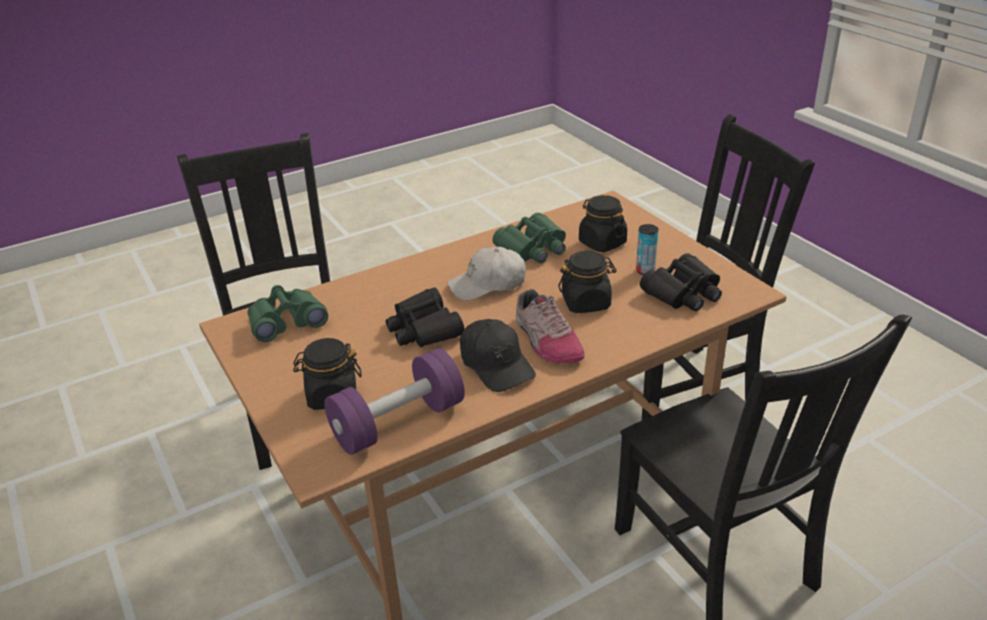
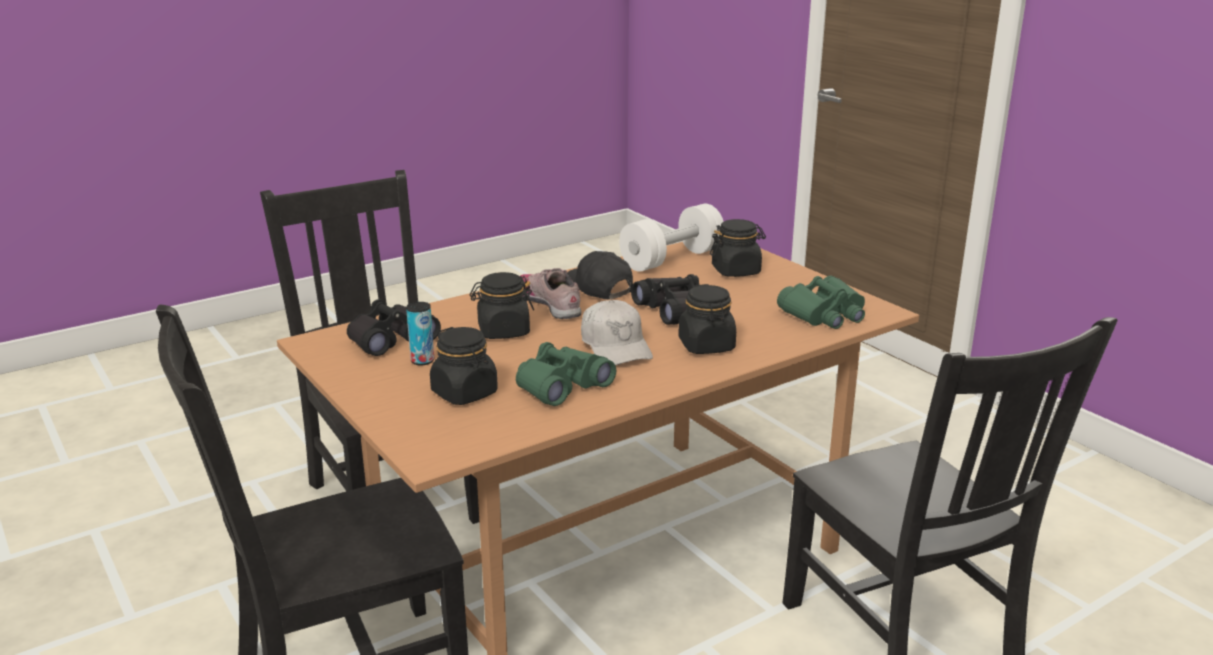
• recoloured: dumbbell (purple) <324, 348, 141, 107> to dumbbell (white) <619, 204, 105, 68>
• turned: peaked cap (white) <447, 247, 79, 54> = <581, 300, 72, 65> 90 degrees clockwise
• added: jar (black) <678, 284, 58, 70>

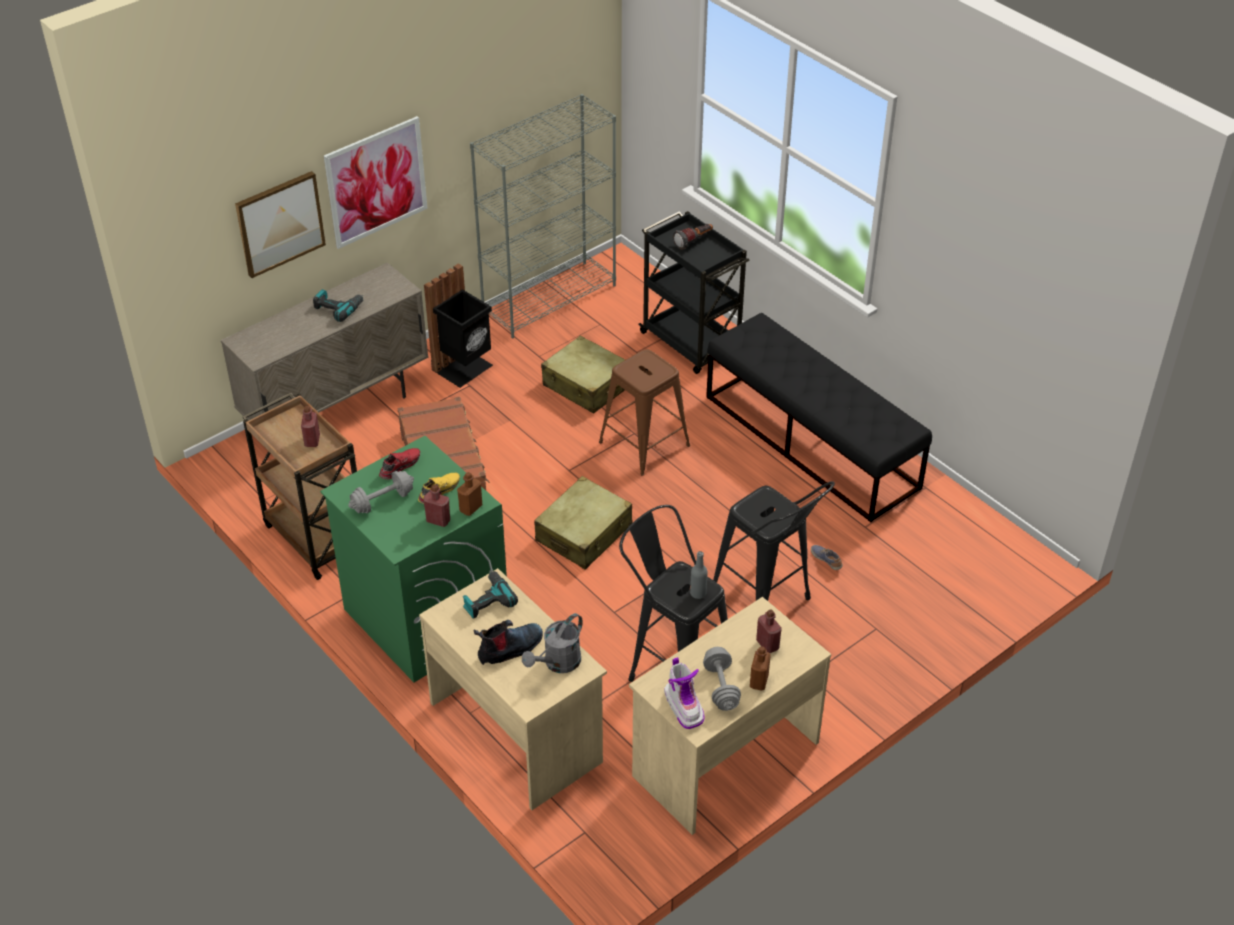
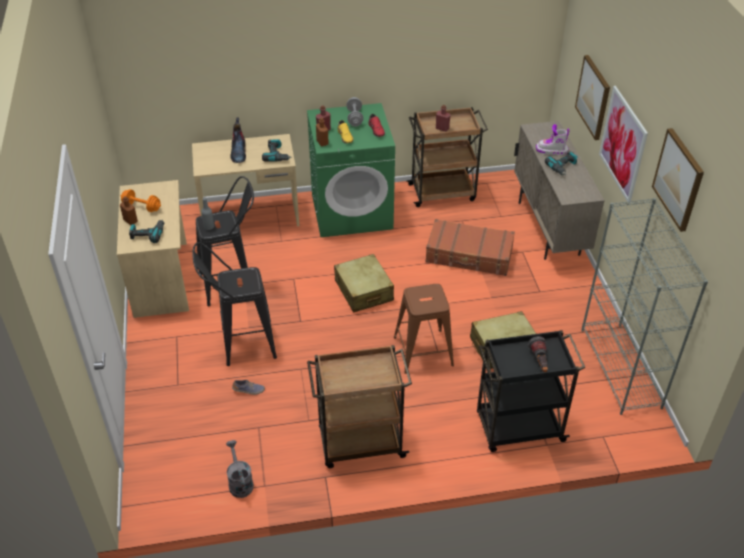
• removed: waste bin (black) <424, 264, 69, 124>
• moved: watering can (greyish) <522, 613, 61, 60> to <226, 440, 28, 58>
• moved: boot <664, 657, 40, 72> to <536, 124, 33, 31>
• recoloured: dumbbell (greyish) <703, 647, 38, 64> to dumbbell (orange-coloured) <121, 189, 40, 23>
• replaced: long seat (black) <706, 313, 226, 209> to trolley (brownish) <307, 345, 105, 123>
• replaced: beverage bottle (red) <756, 609, 26, 44> to electric drill <129, 220, 35, 23>
• added: picture <652, 128, 52, 104>

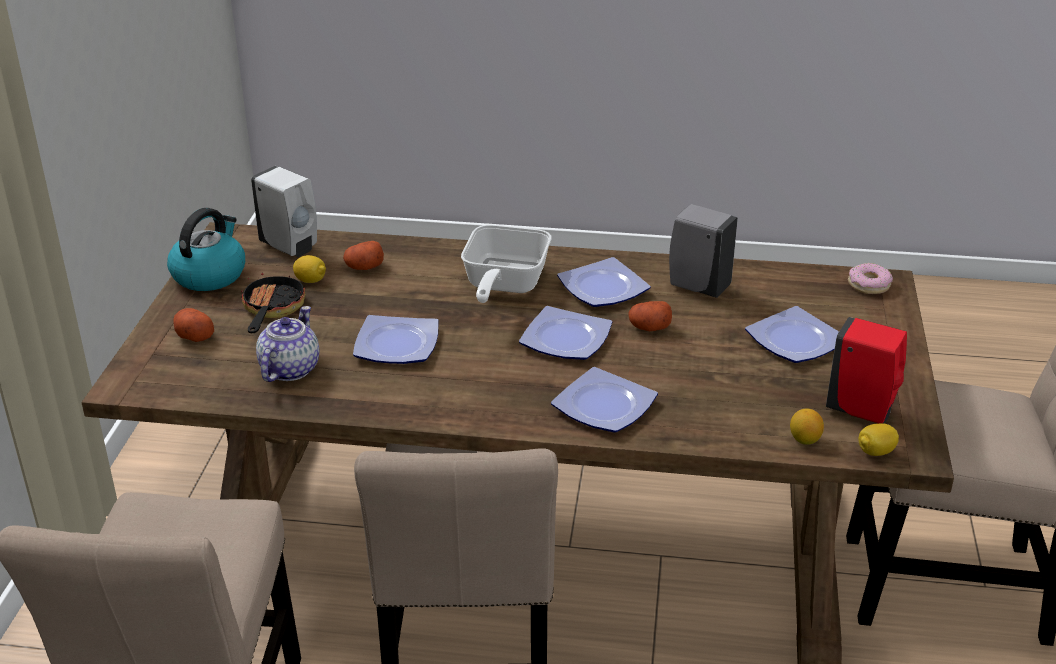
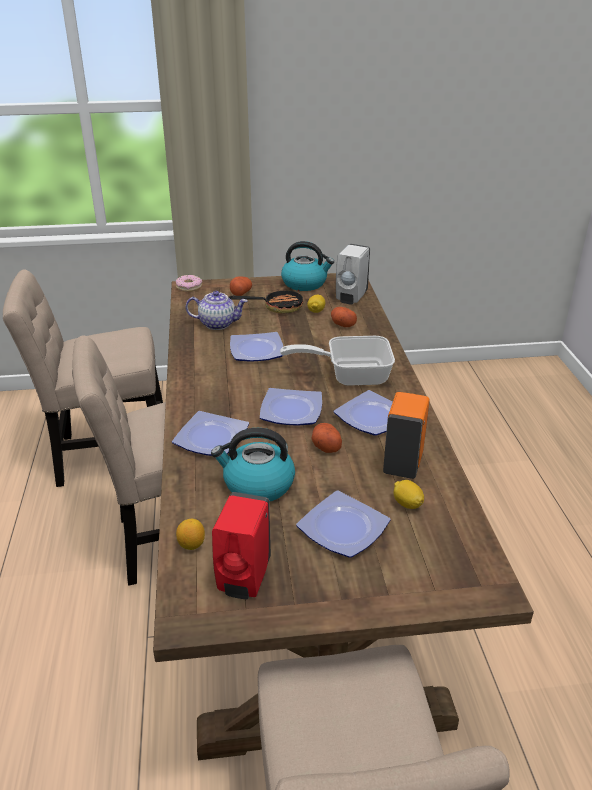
• recoloured: soap bottle (greyish) <669, 204, 69, 94> to soap bottle (orange-coloured) <383, 392, 47, 87>
• moved: donut <848, 263, 45, 31> to <176, 275, 26, 17>
• moved: lemon <859, 423, 40, 33> to <393, 480, 31, 29>
• added: kettle <211, 428, 84, 74>

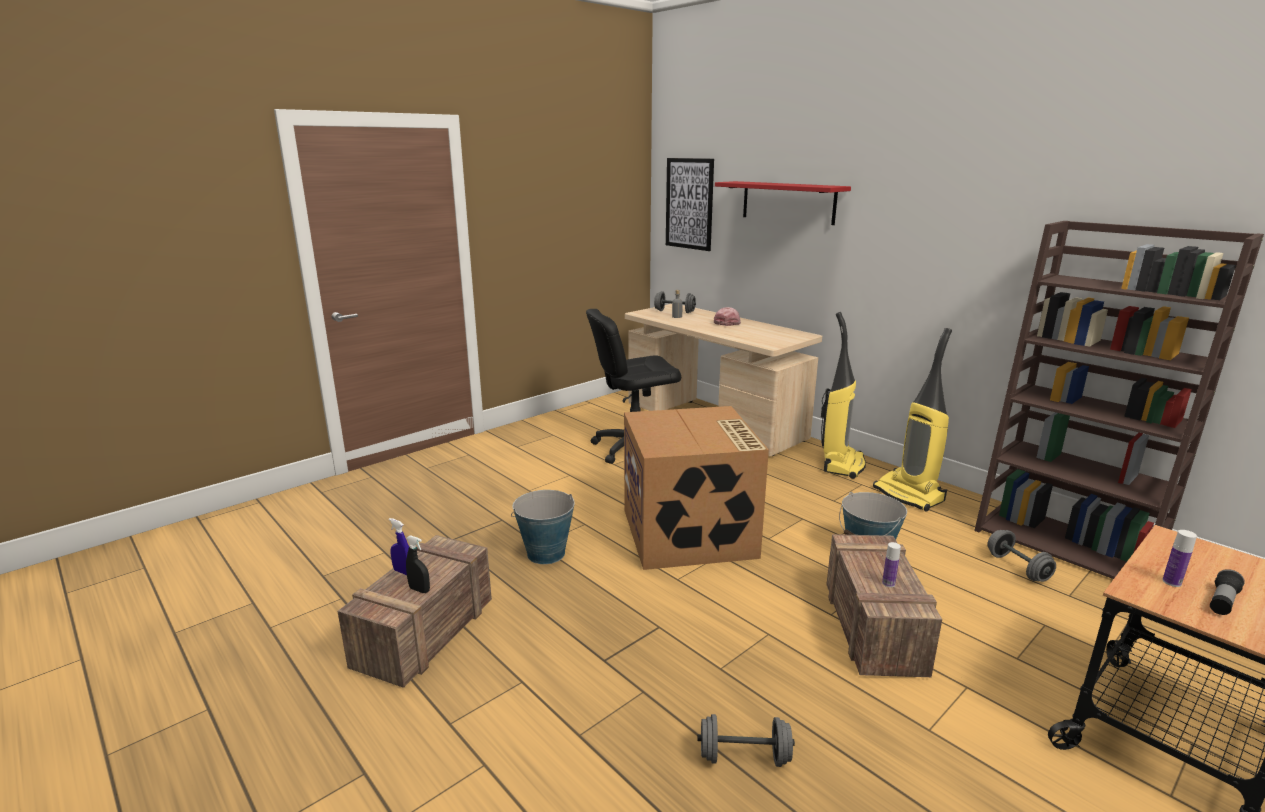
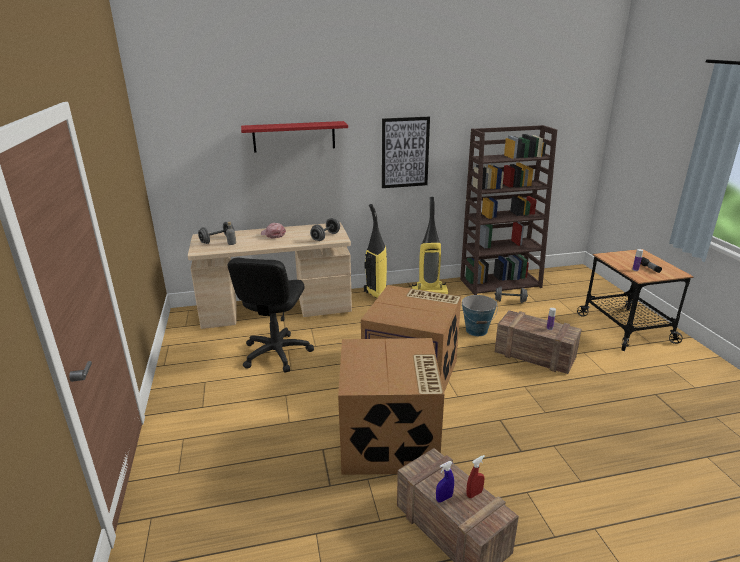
• recoloured: hand sprayer (black) <406, 535, 24, 58> to hand sprayer (red) <467, 455, 18, 43>
• replaced: bucket <511, 490, 64, 74> to carton <338, 338, 106, 137>
• moved: picture <666, 158, 48, 93> to <382, 117, 48, 71>
• moved: dumbbell (greyish) <697, 714, 98, 53> to <310, 218, 30, 23>

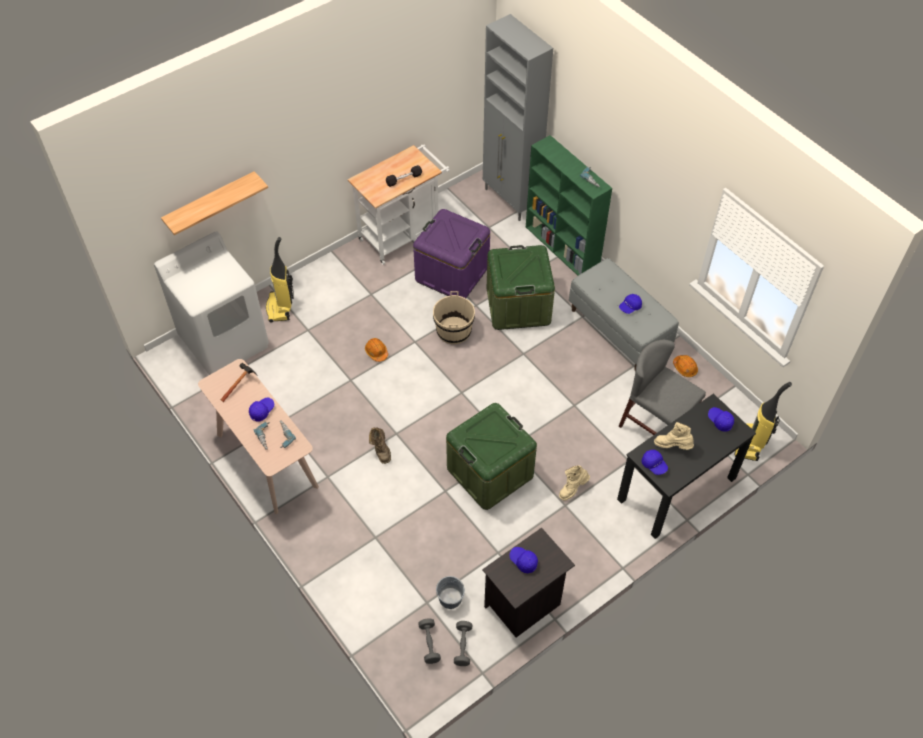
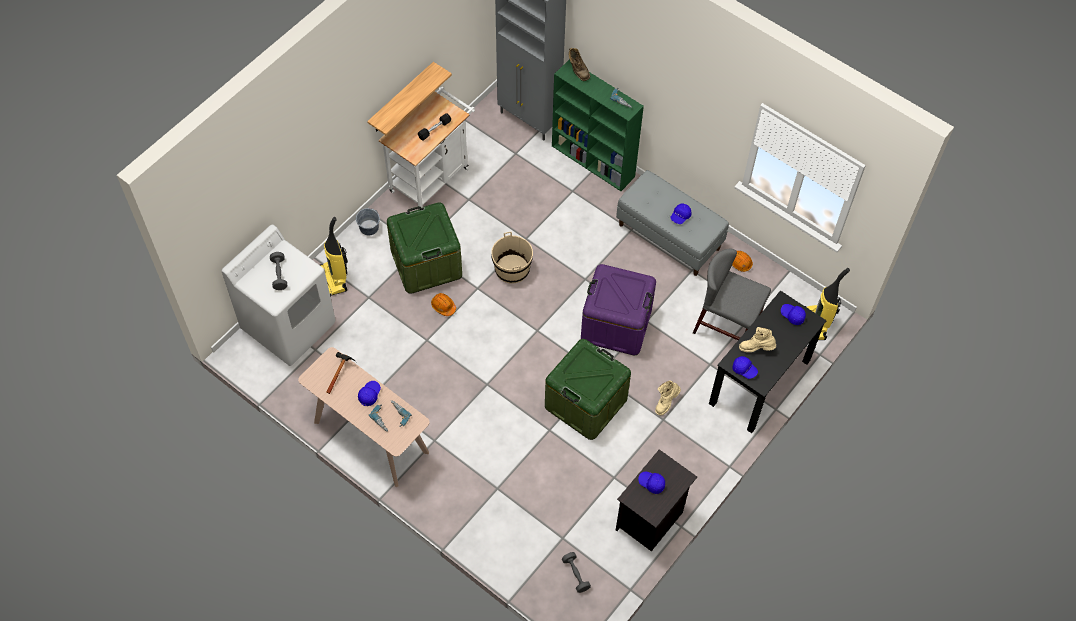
• moved: wall shelf <161, 171, 107, 64> to <367, 62, 85, 73>
• moved: boot (brownish) <369, 427, 22, 37> to <569, 47, 21, 34>
• moved: storage box (purple) <413, 209, 77, 89> to <581, 264, 75, 92>
• moved: bucket (greyish) <436, 576, 29, 33> to <356, 208, 24, 28>
• moved: dumbbell (greyish) <454, 621, 18, 45> to <270, 252, 17, 38>
• moved: storage box (green) <487, 245, 68, 85> to <387, 202, 75, 92>

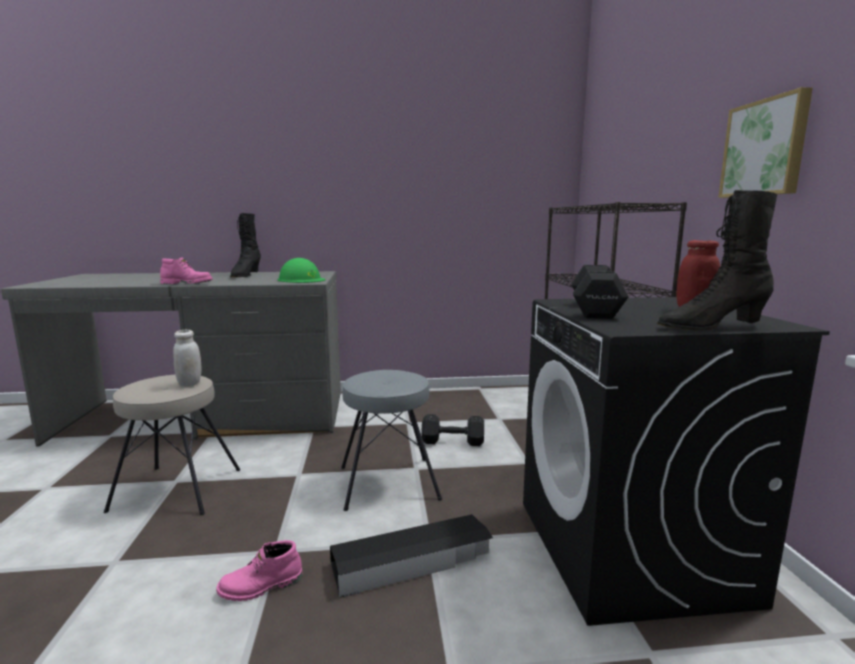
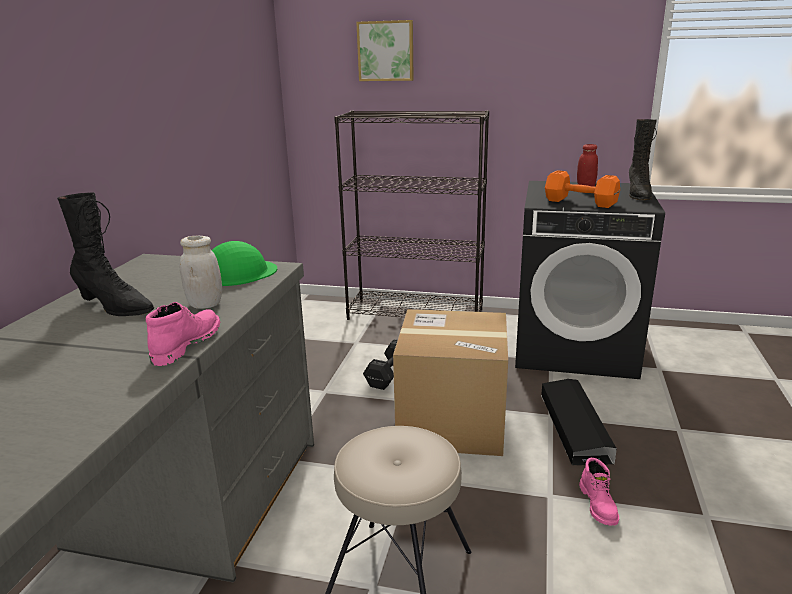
• moved: jar (white) <173, 330, 29, 56> to <180, 236, 42, 73>
• replaced: sitting stool (greyish) <341, 370, 101, 141> to carton <393, 309, 115, 147>
• recoloured: dumbbell (black) <571, 265, 58, 54> to dumbbell (orange-coloured) <545, 170, 75, 38>
• moved: picture <718, 87, 95, 111> to <356, 20, 58, 61>

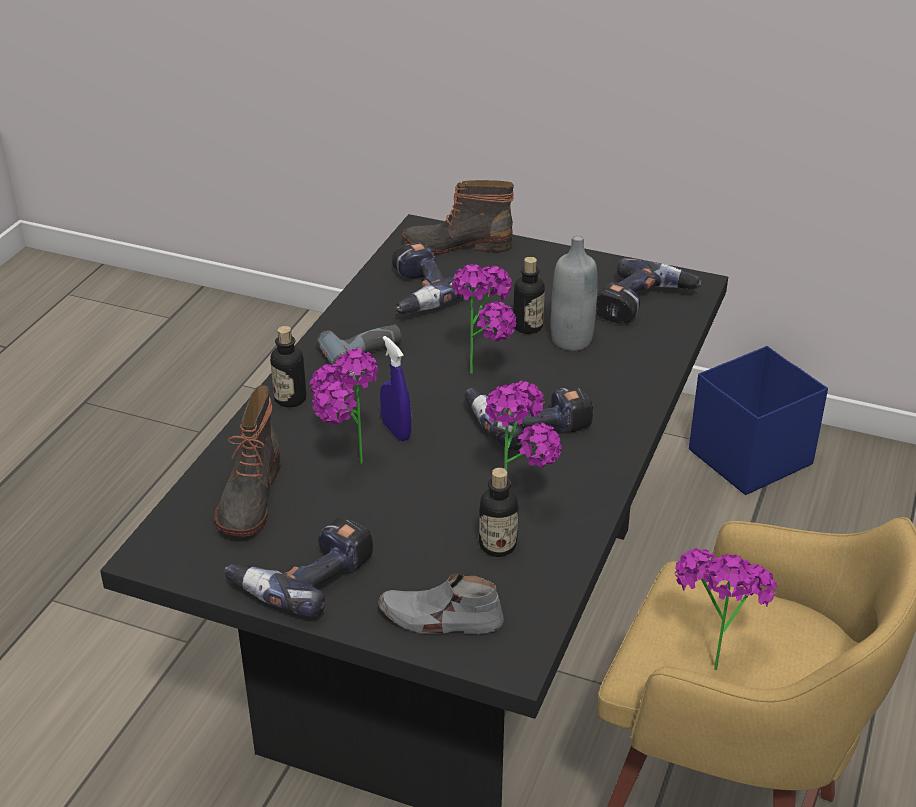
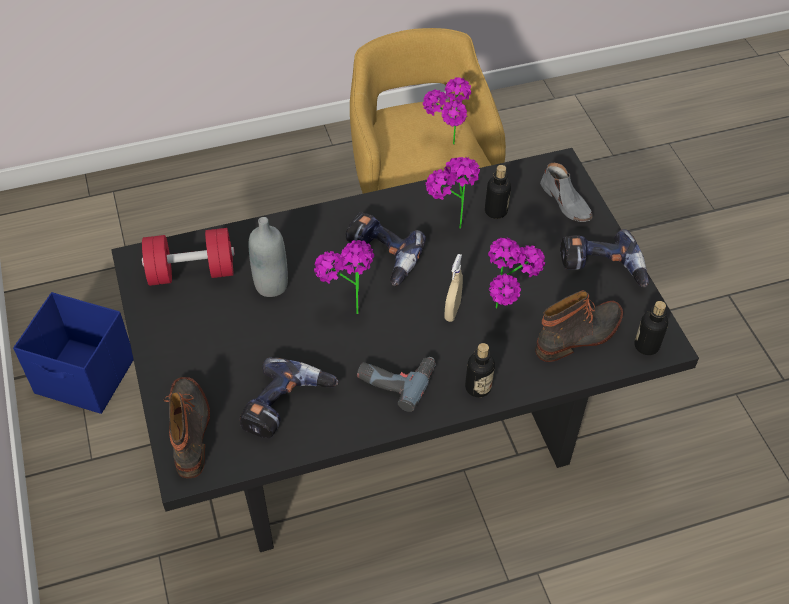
• recoloured: hand sprayer (blue-coloured) <380, 336, 31, 105> to hand sprayer (beige-coloured) <444, 254, 19, 68>
• turned: boot <402, 180, 112, 75> = <164, 377, 46, 101> 150 degrees counterclockwise
• moved: beverage bottle <513, 257, 32, 77> to <634, 301, 34, 54>
• replaced: electric drill <596, 258, 105, 65> to dumbbell (red) <142, 228, 93, 58>

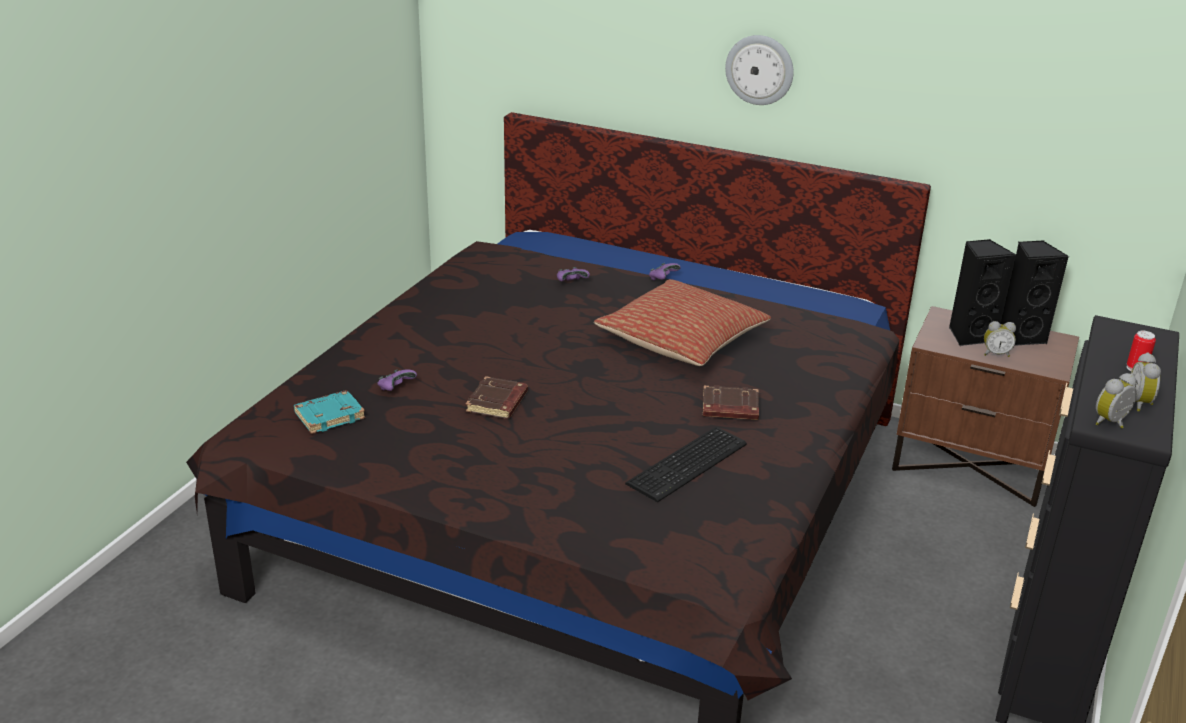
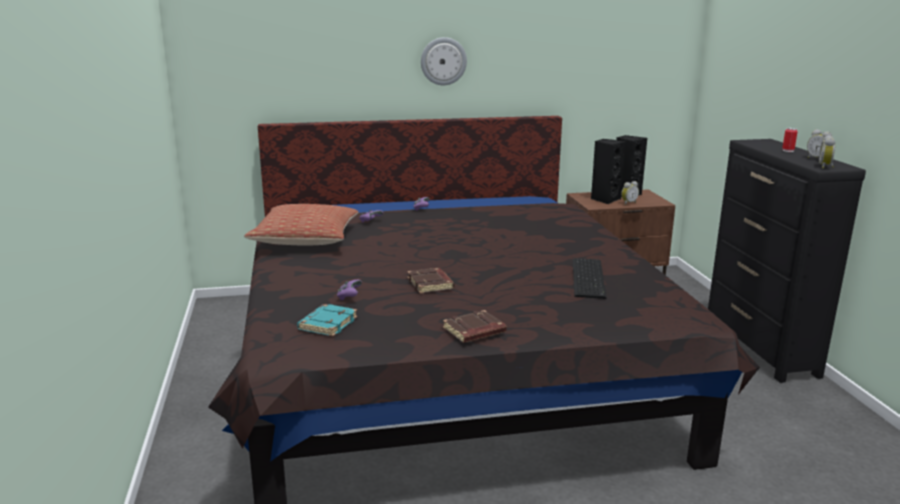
• moved: throw pillow <594, 279, 177, 87> to <244, 204, 115, 42>
• moved: book (brownish) <703, 385, 56, 35> to <443, 310, 64, 33>

